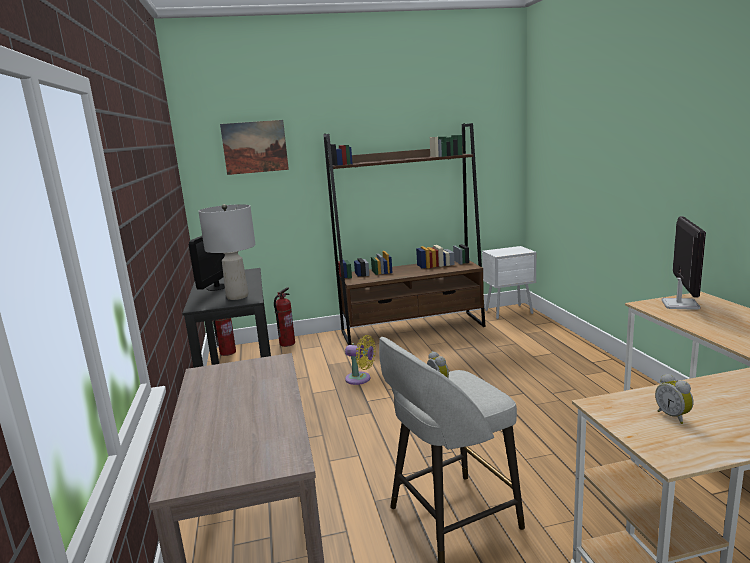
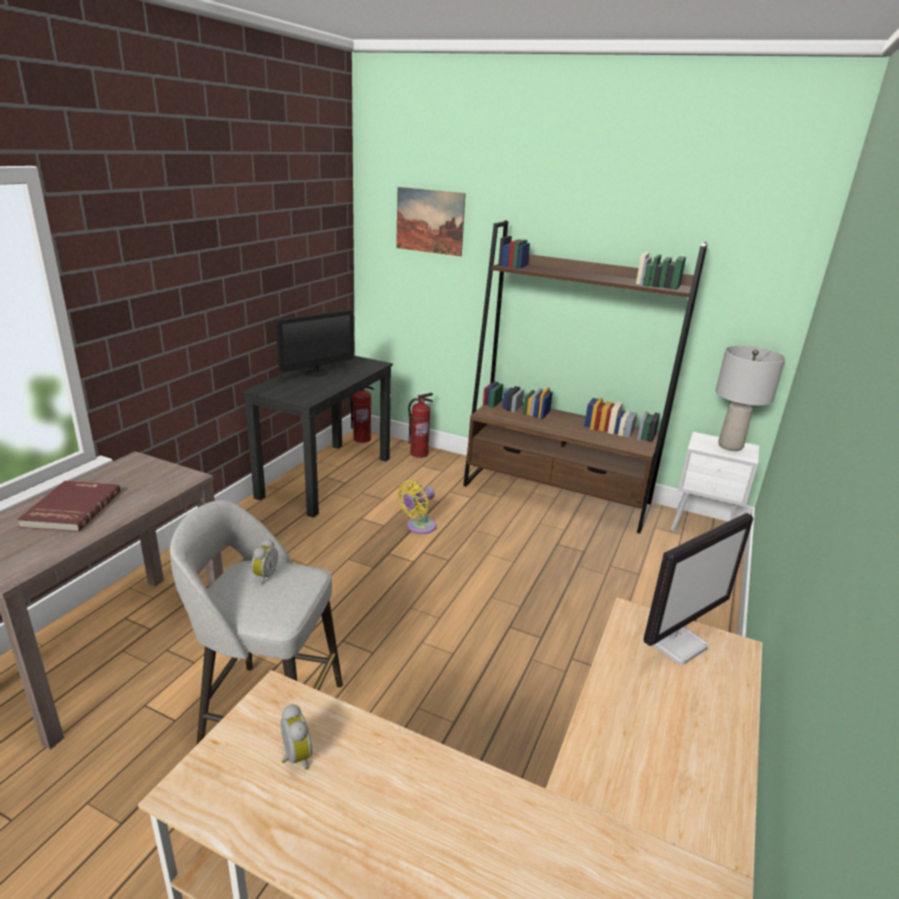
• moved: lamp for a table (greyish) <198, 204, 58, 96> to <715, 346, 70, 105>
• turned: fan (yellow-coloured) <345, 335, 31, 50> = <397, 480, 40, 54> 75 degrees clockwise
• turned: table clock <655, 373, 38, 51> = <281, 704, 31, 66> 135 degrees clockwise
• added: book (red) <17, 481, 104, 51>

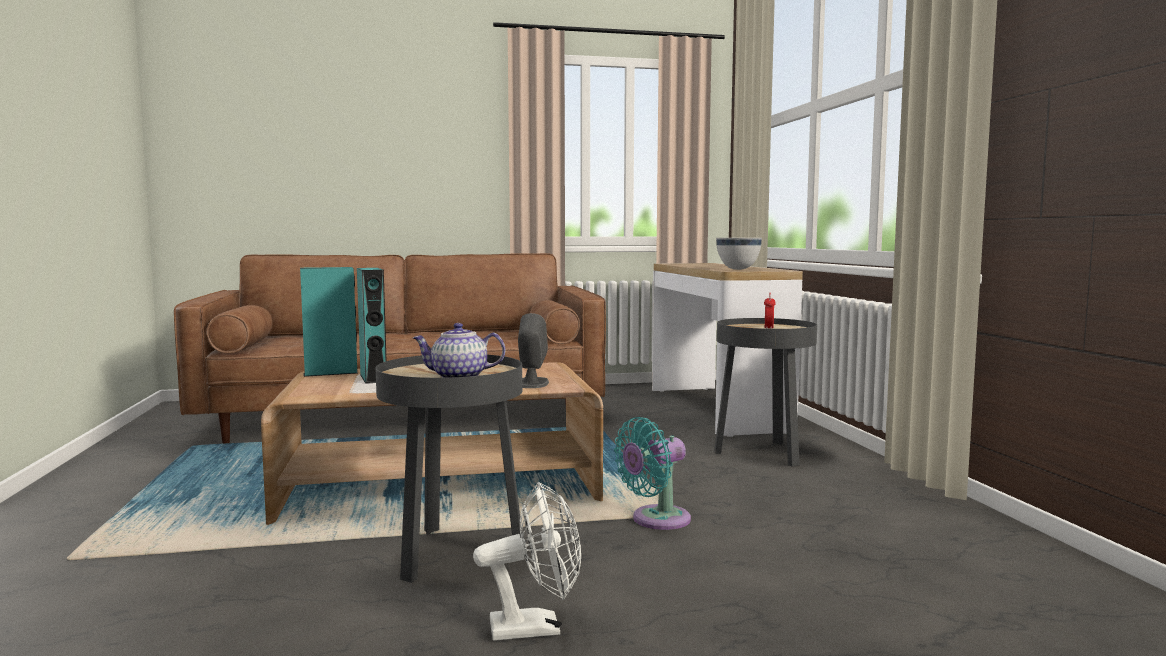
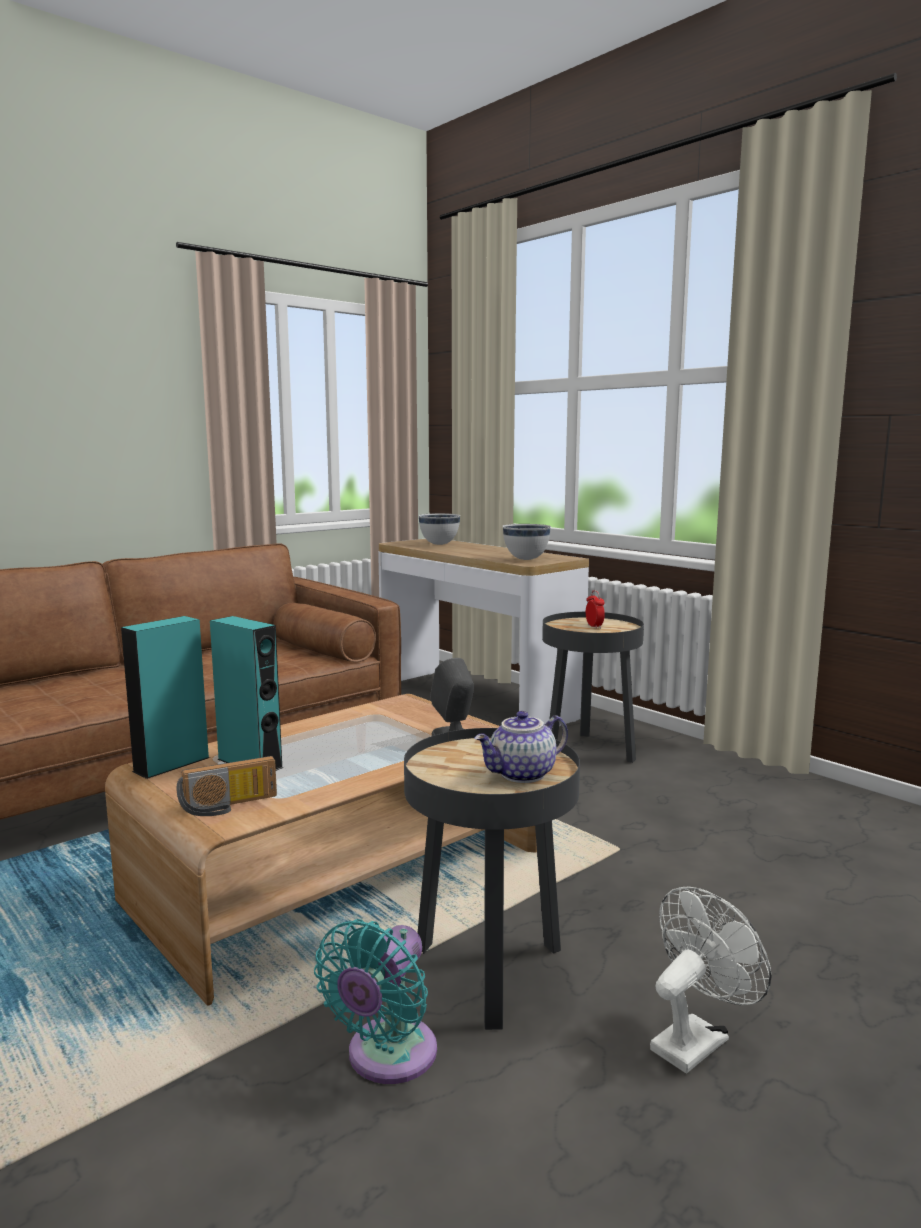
• moved: fan (turquoise) <614, 417, 77, 113> to <314, 919, 123, 165>
• added: radio <176, 756, 101, 60>
• added: deep dish (white) <418, 513, 42, 32>

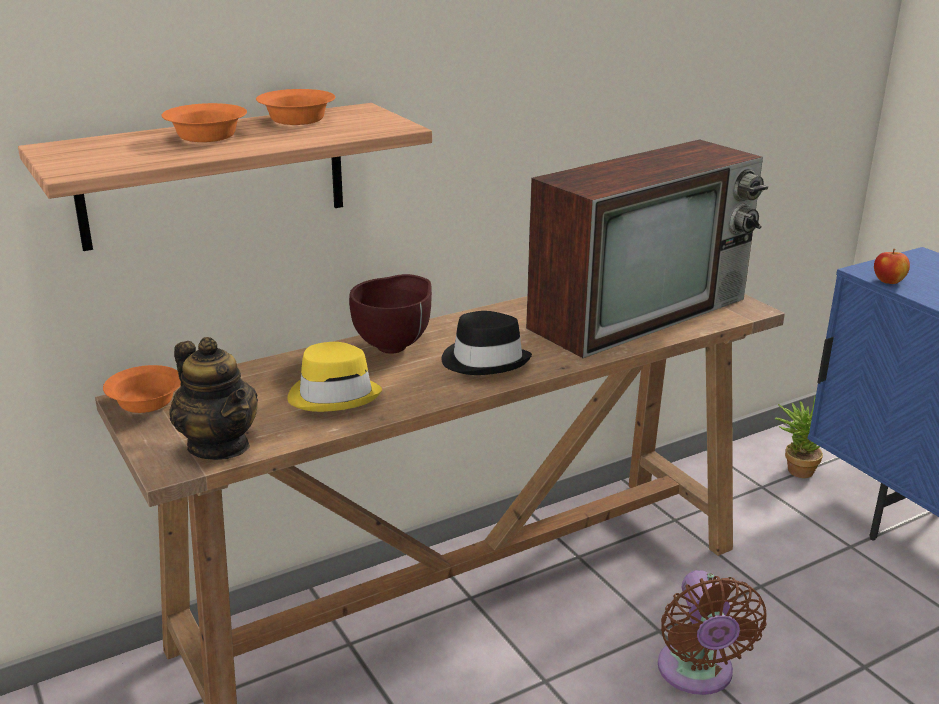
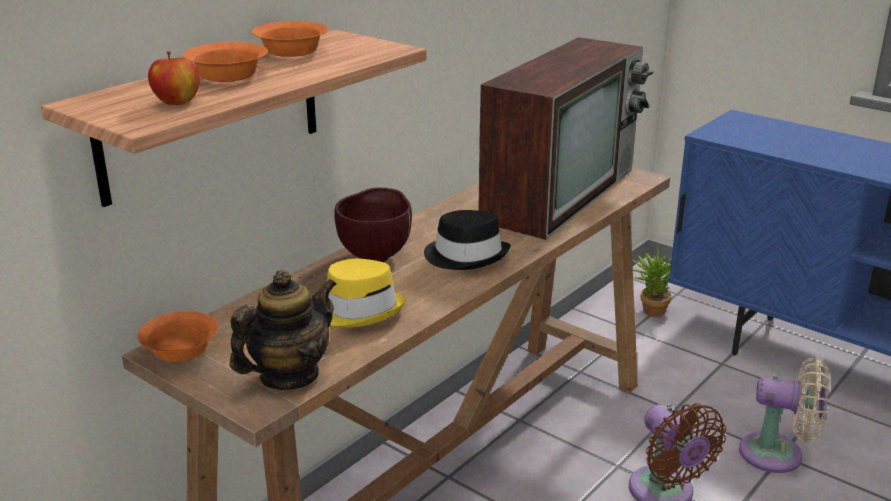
• turned: tea pot <169, 337, 89, 123> = <230, 270, 106, 120> 75 degrees counterclockwise
• moved: apple fruit <874, 249, 36, 35> to <148, 51, 52, 54>
• added: fan (beige-coloured) <739, 357, 90, 116>

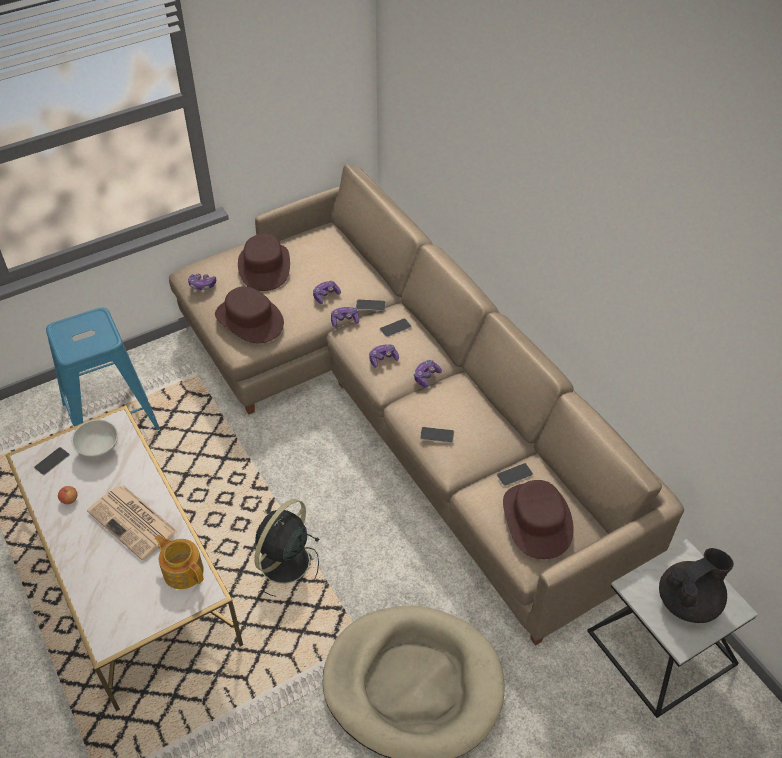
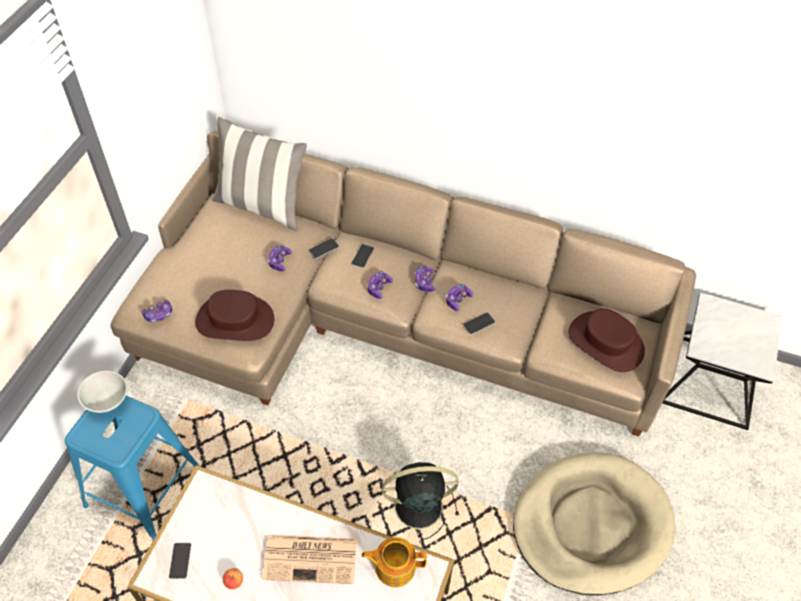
• moved: deep dish (white) <71, 420, 47, 38> to <77, 371, 50, 42>
• removed: clothing hat (brownish) <238, 234, 52, 57>
• turned: fan (black) <254, 499, 66, 98> = <381, 462, 78, 78> 90 degrees clockwise
• moved: gamepad <331, 307, 28, 20> to <446, 284, 27, 27>
• removed: phone <497, 463, 36, 23>
• removed: tea pot (black) <659, 548, 75, 75>
• added: throw pillow <212, 115, 95, 116>

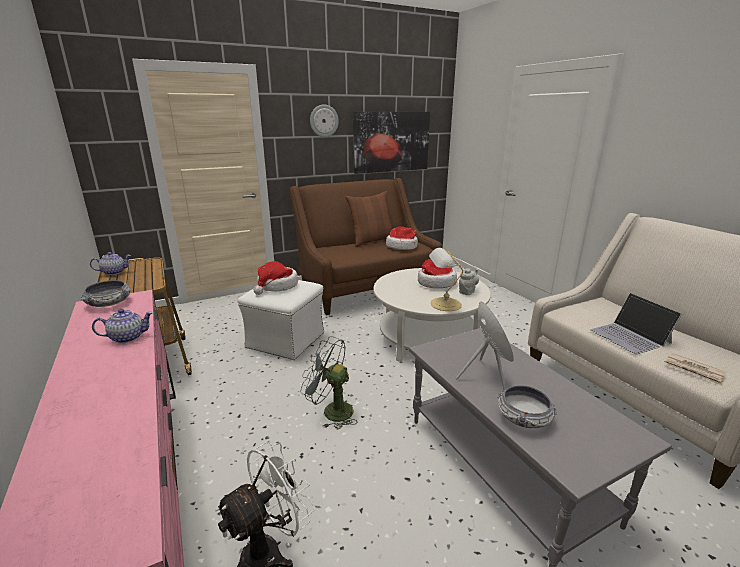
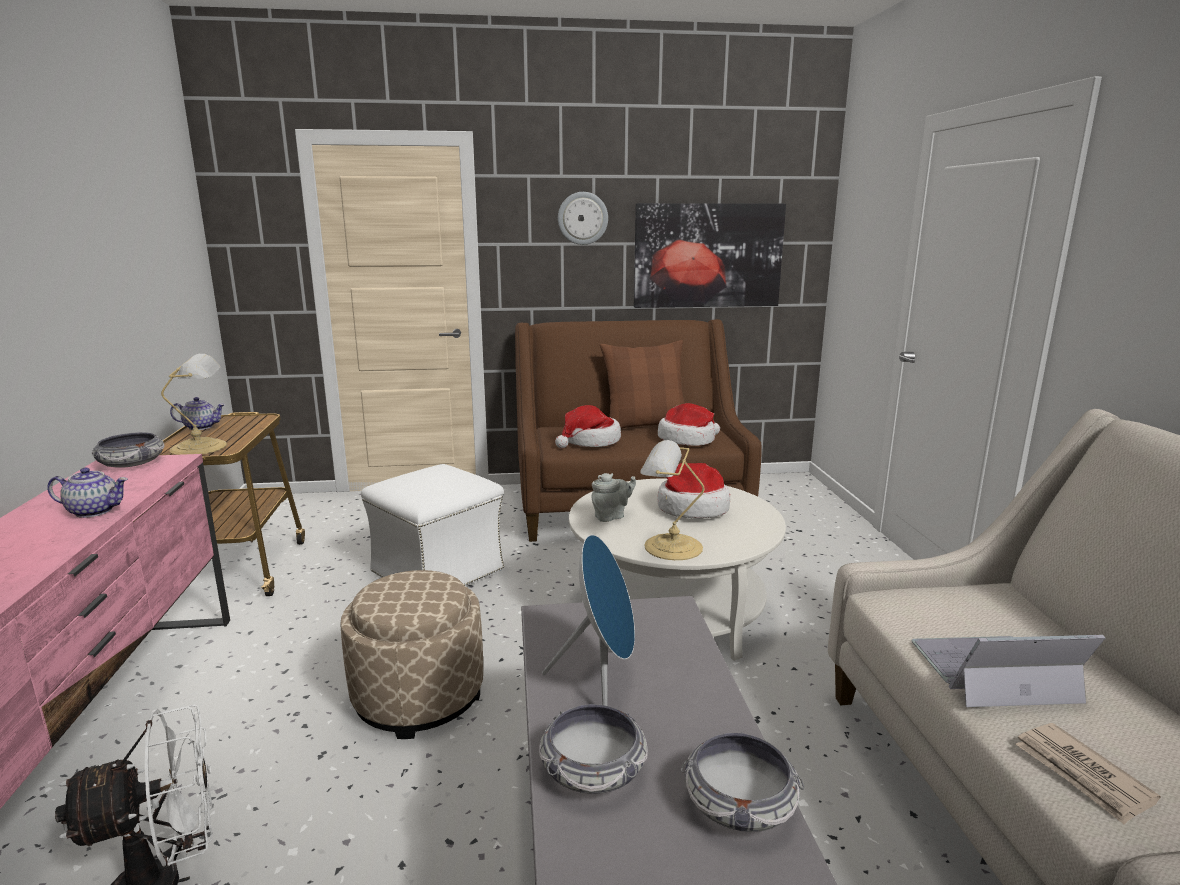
• moved: clothing hat <253, 261, 45, 34> to <555, 405, 66, 43>
• replaced: fan (greyish) <300, 336, 57, 94> to ottoman (beige-coloured) <340, 570, 143, 169>
• moved: tea pot (greyish) <459, 268, 20, 27> to <592, 473, 44, 49>
• turned: portable computer <590, 293, 92, 61> = <911, 635, 194, 72> 90 degrees clockwise
• added: lamp for a table <161, 354, 66, 101>
• added: deep dish <681, 732, 123, 100>

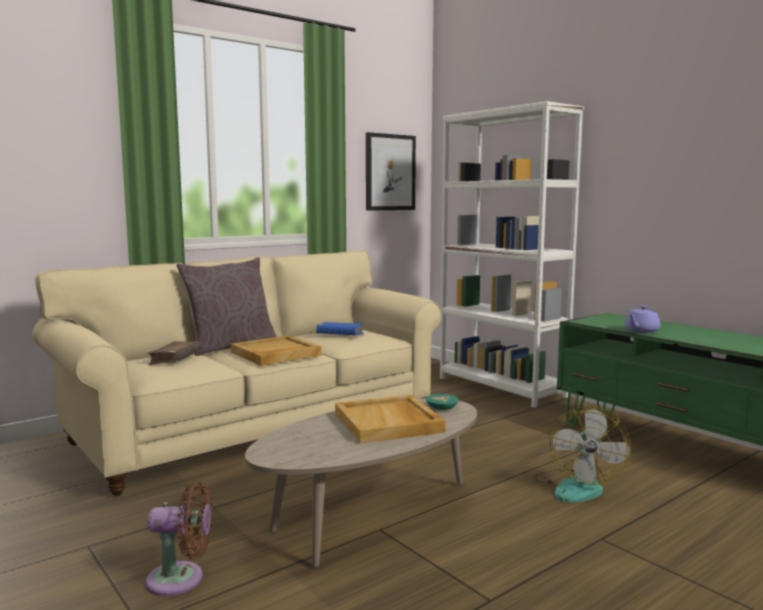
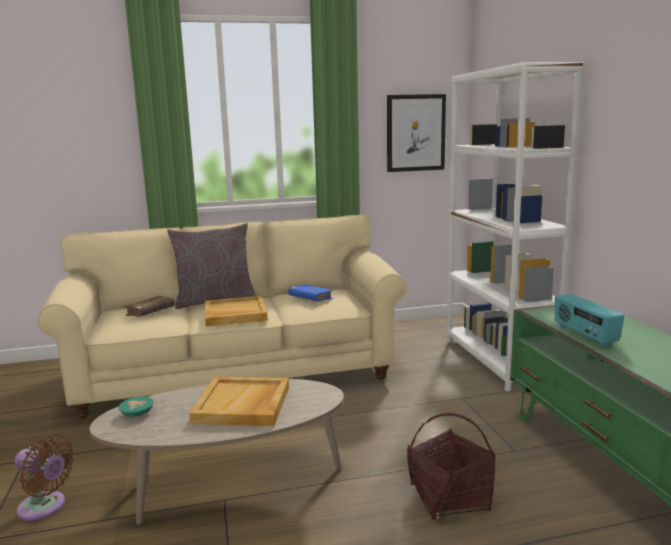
• moved: deep dish (turquoise) <426, 394, 33, 16> to <119, 397, 35, 20>
• replaced: fan <533, 406, 98, 96> to basket <407, 413, 89, 107>
• replaced: tea pot (purple) <625, 306, 35, 27> to radio <555, 294, 69, 53>

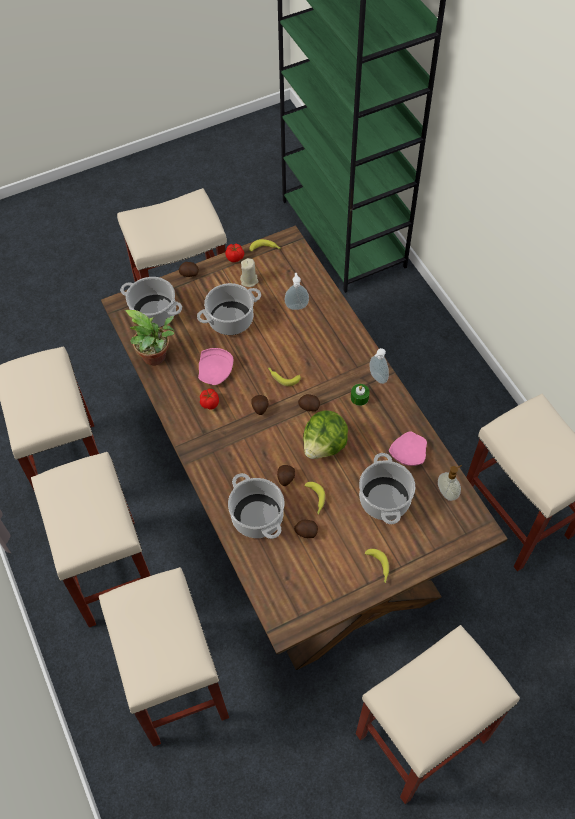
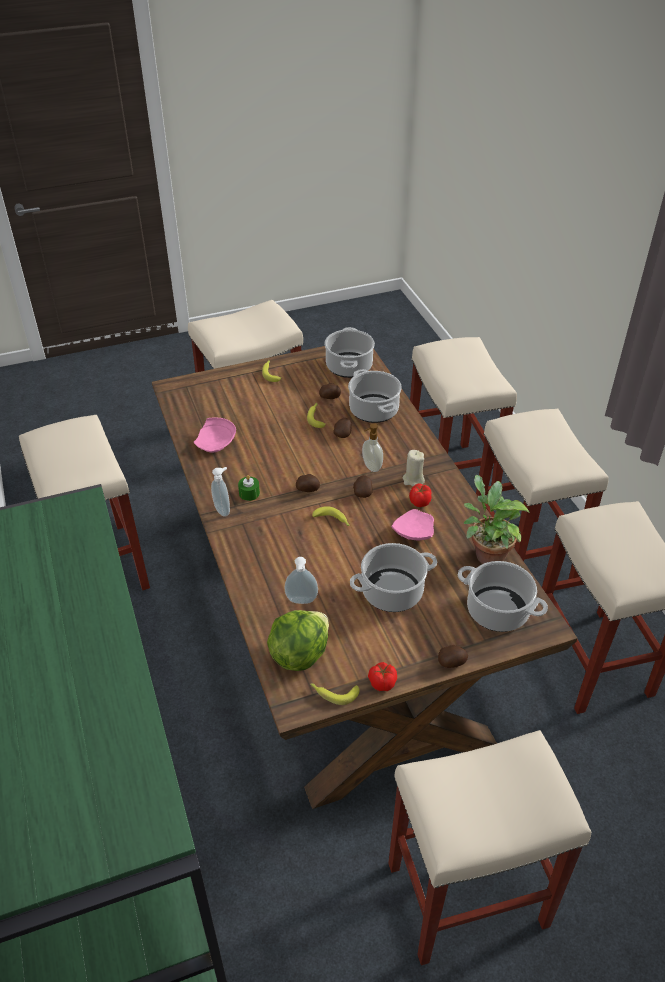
• moved: wax light (beige-coloured) <240, 258, 19, 29> to <403, 450, 22, 36>
• moved: lettuce head <303, 411, 45, 48> to <267, 610, 62, 61>
• moved: saucepot <359, 453, 56, 71> to <324, 327, 51, 51>
• moved: soap bottle <438, 465, 24, 36> to <362, 423, 21, 49>

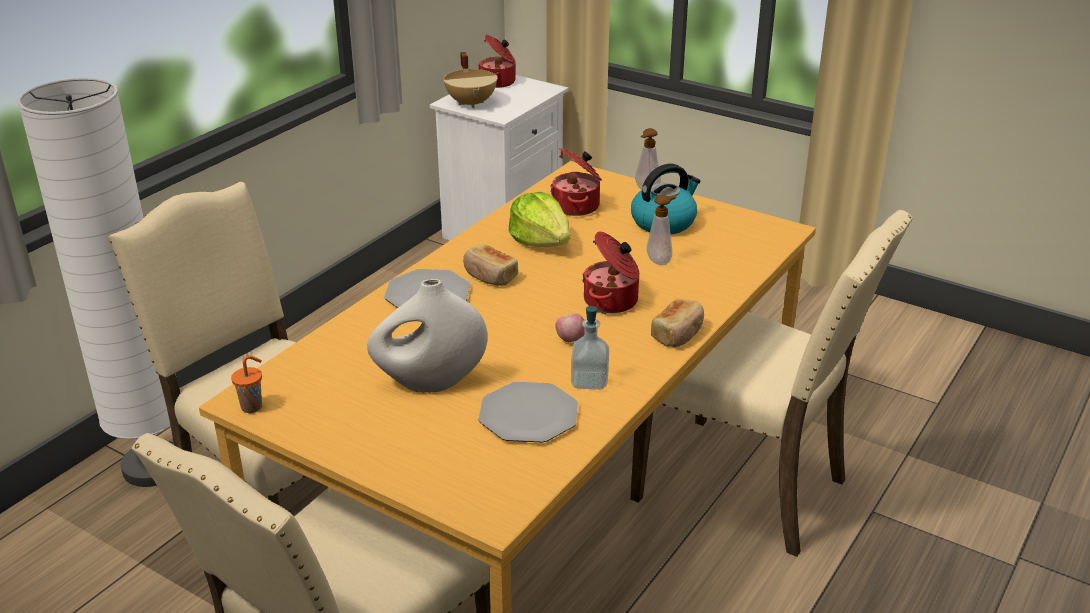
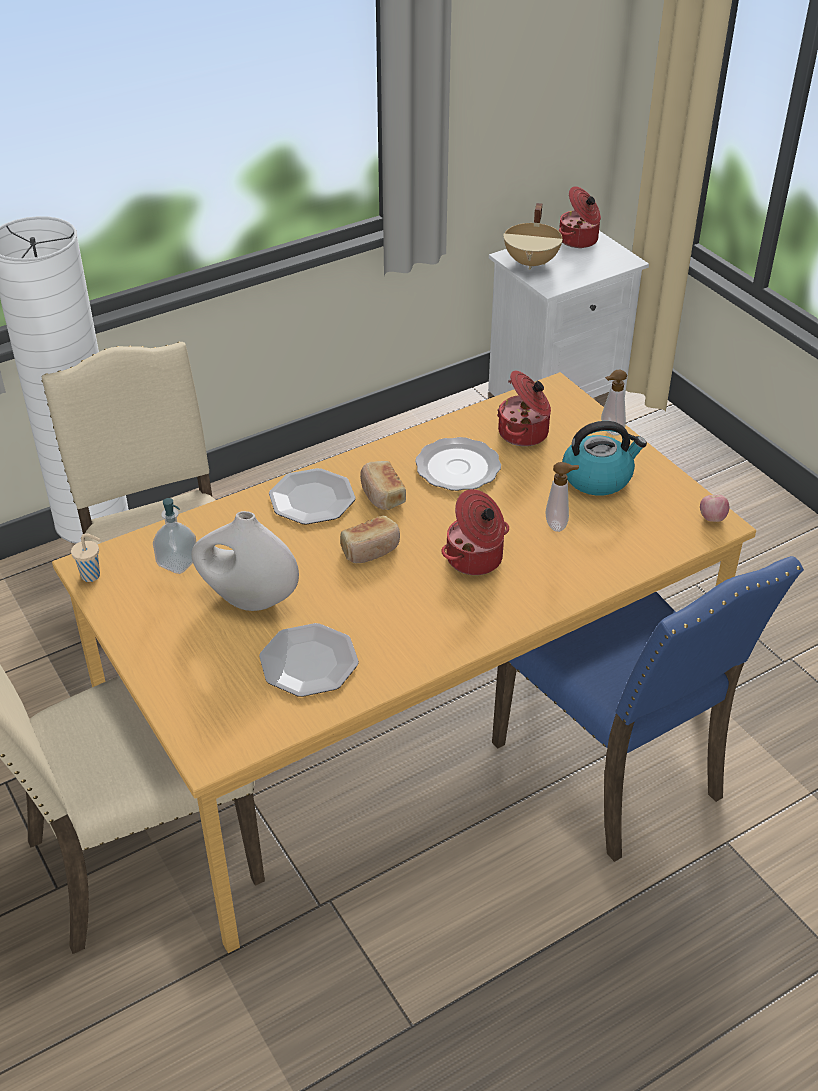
• recoloured: cup (orange-coloured) <231, 355, 31, 58> to cup (beige-coloured) <71, 533, 29, 49>
• replaced: lettuce head <509, 192, 61, 55> to dinner plate <415, 437, 86, 54>
• moved: apple fruit <555, 313, 30, 29> to <700, 495, 29, 27>
• moved: soap bottle <571, 306, 38, 84> to <153, 498, 43, 76>
• recoloured: upright chair (beige-coloured) <630, 210, 283, 347> to upright chair (blue-coloured) <492, 556, 312, 306>
• moved: baked bread <651, 298, 53, 49> to <340, 516, 60, 47>

